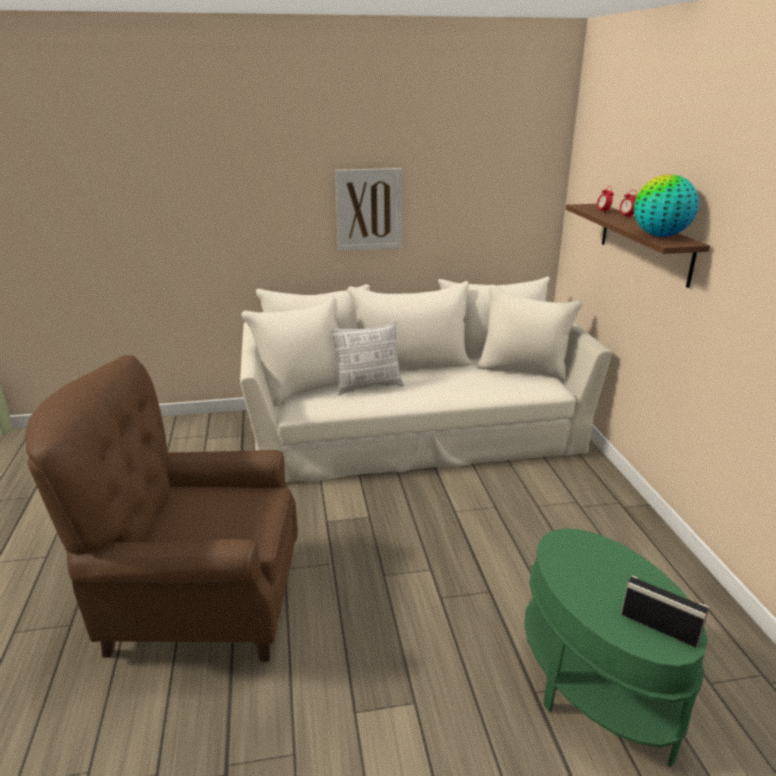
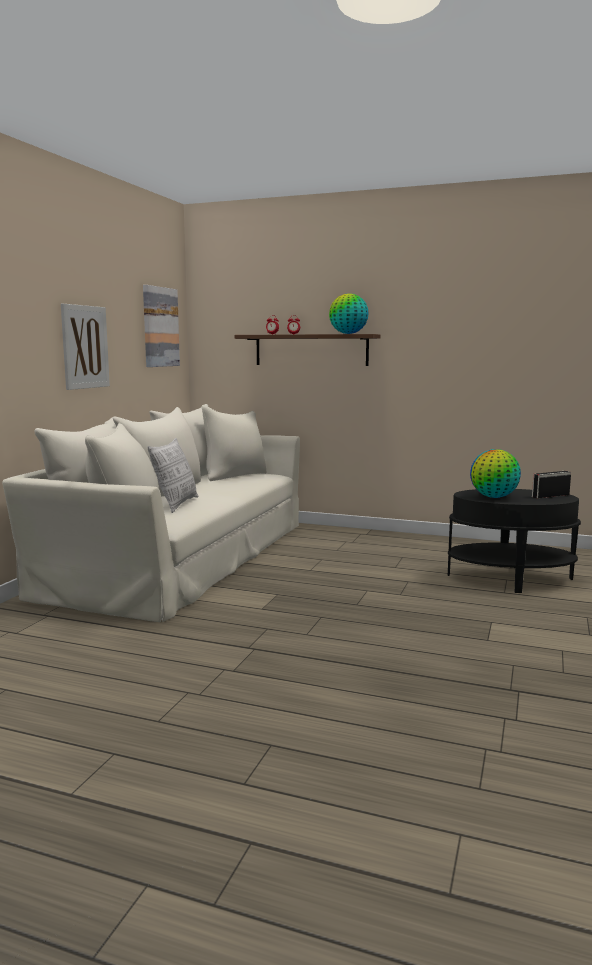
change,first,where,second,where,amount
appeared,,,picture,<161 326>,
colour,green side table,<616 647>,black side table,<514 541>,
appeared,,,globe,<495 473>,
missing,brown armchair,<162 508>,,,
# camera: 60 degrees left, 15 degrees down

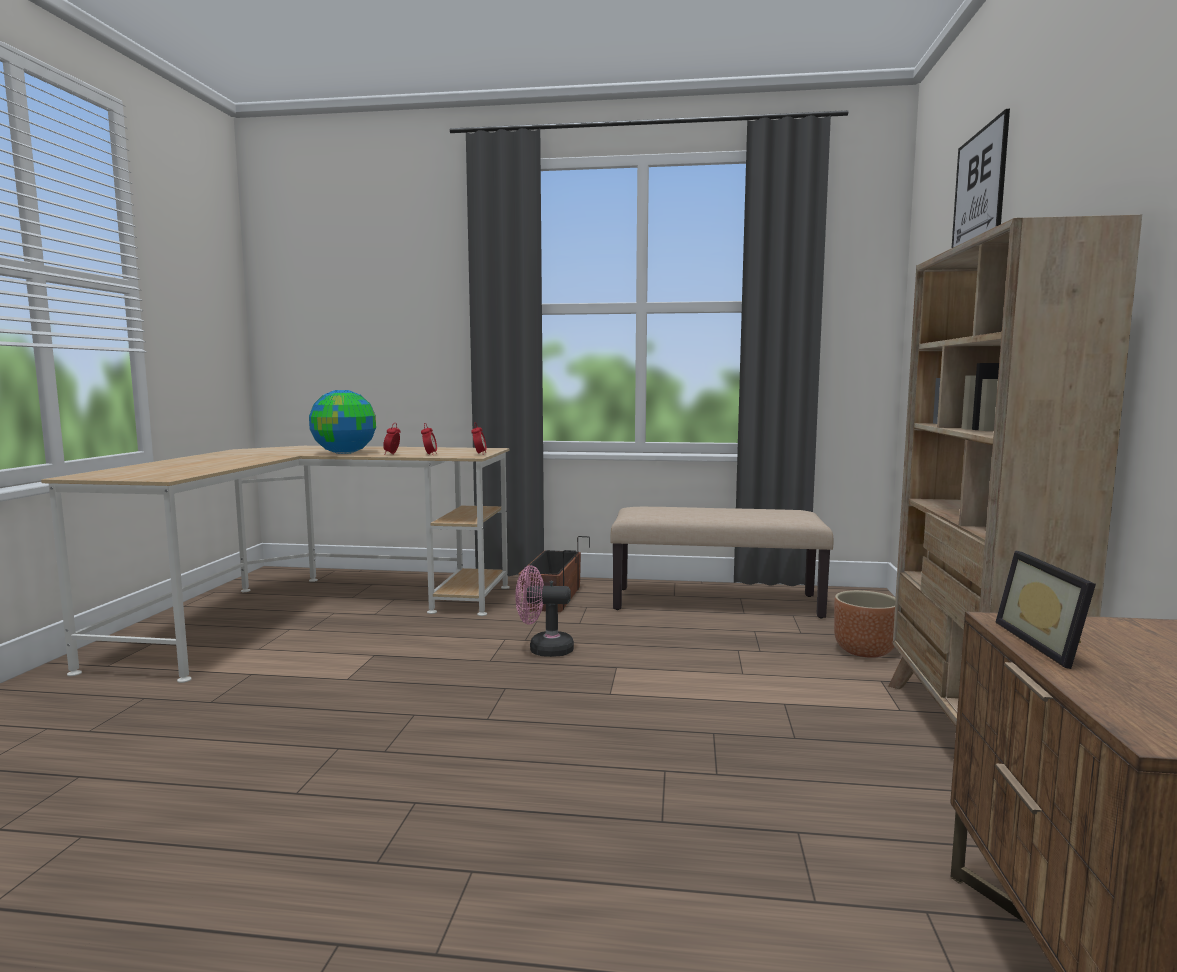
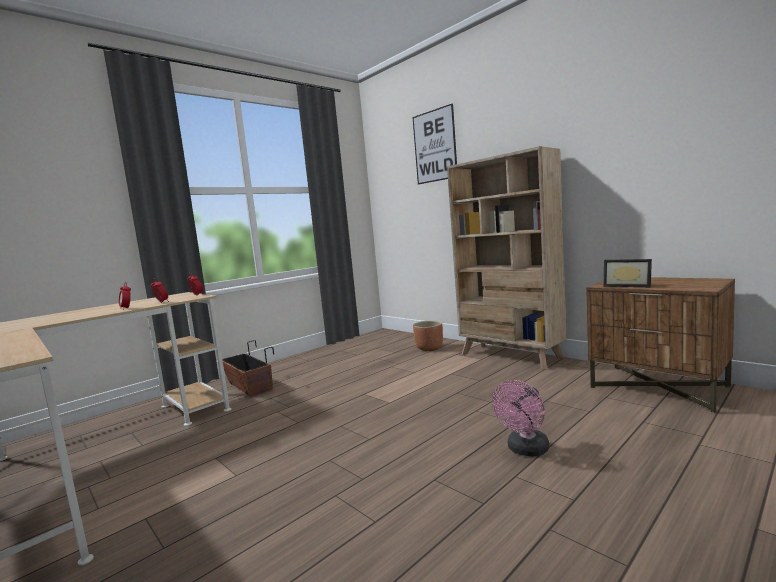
change,first,where,second,where,amount
relocated,pink fan,<544 611>,,<520 418>,
missing,globe,<342 422>,,,
missing,beige bench,<722 562>,,,
# camera: 50 degrees left, 0 degrees up

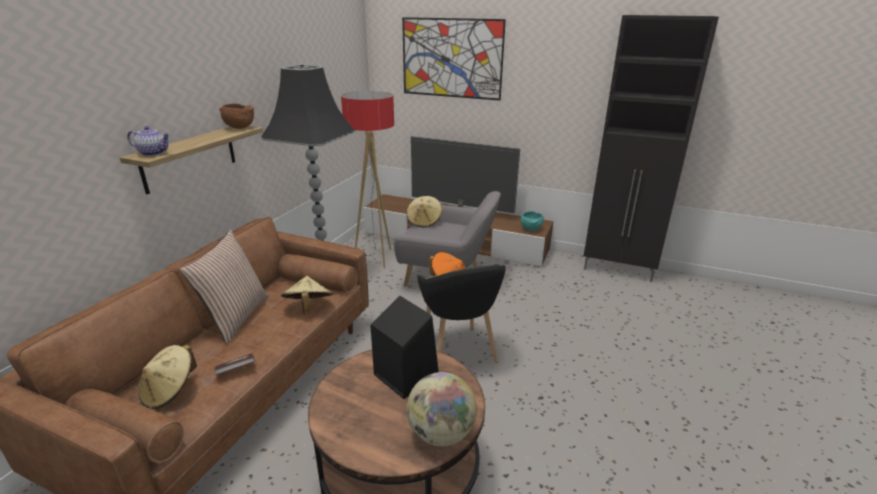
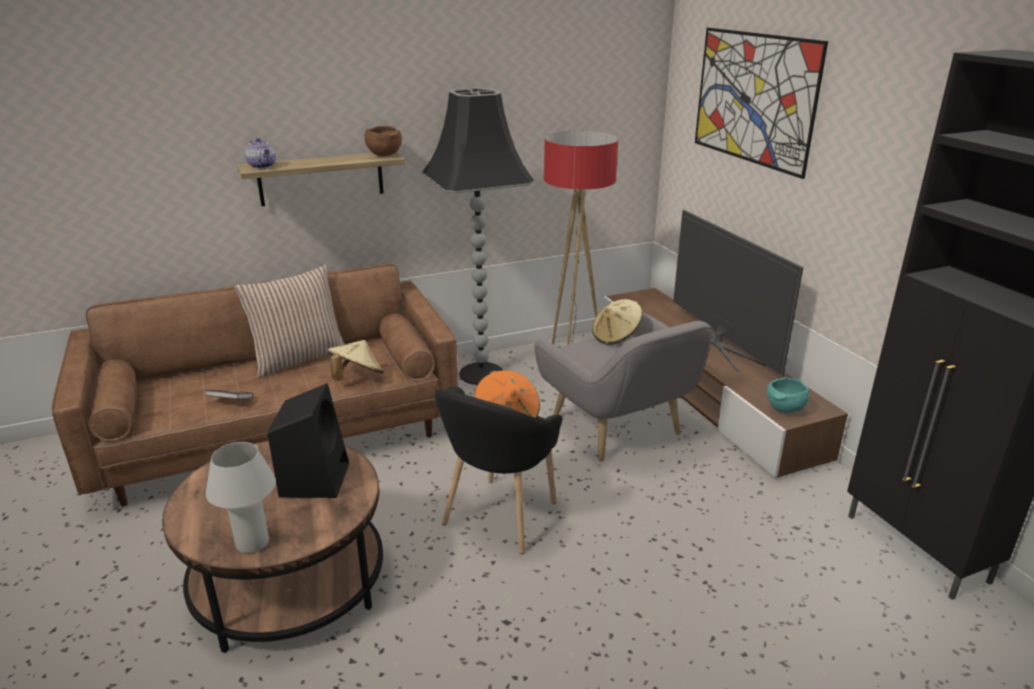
change,first,where,second,where,amount
exchanged,globe,<442 409>,white table lamp,<241 498>,
missing,beige hat,<167 377>,,,
# camera: 45 degrees right, 0 degrees up

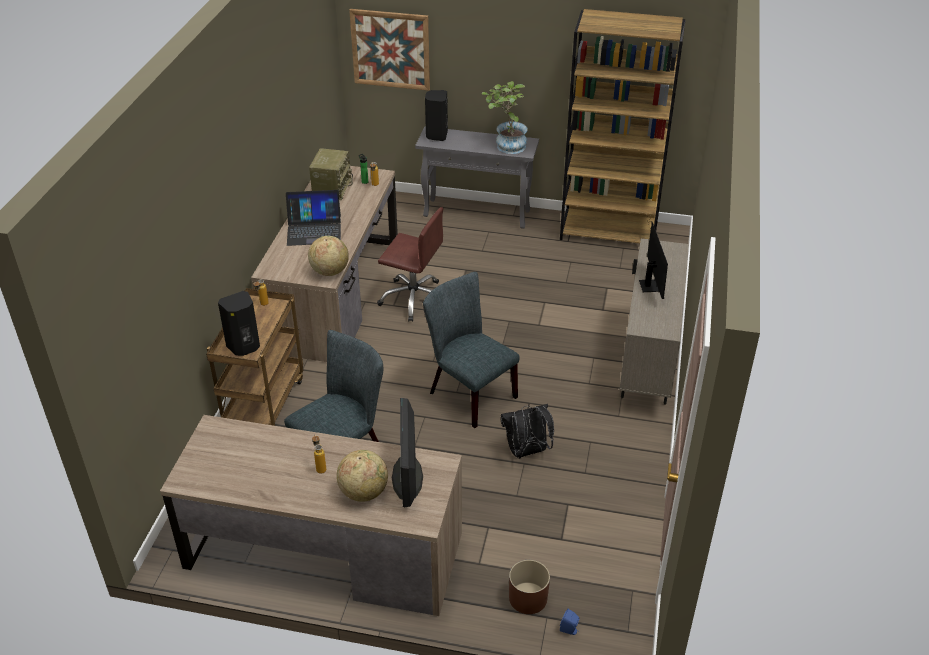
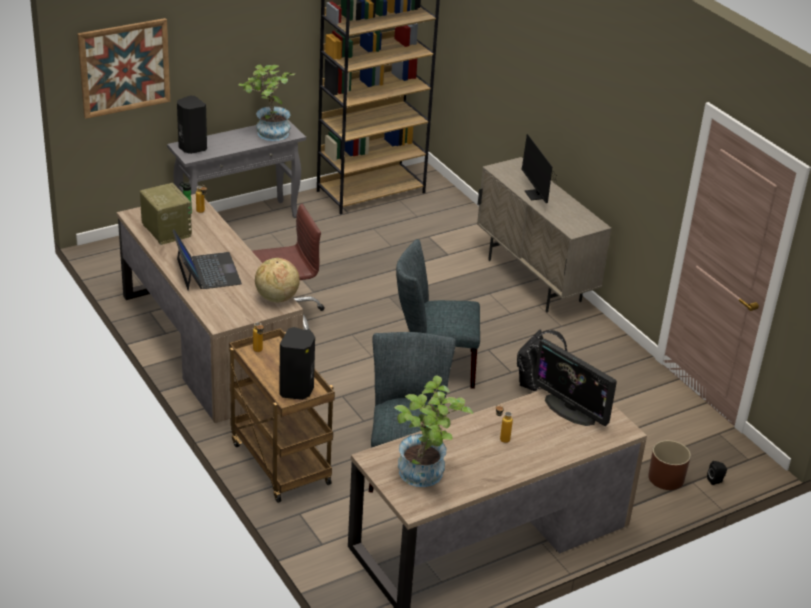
change,first,where,second,where,amount
spun,laptop,<313 218>,,<207 260>,60 degrees counterclockwise
appeared,,,potted plant,<433 431>,
spun,monitor,<653 258>,,<539 168>,150 degrees counterclockwise
colour,blue speaker,<569 622>,black speaker,<717 473>,
missing,globe,<362 476>,,,
# camera: 45 degrees left, 5 degrees down

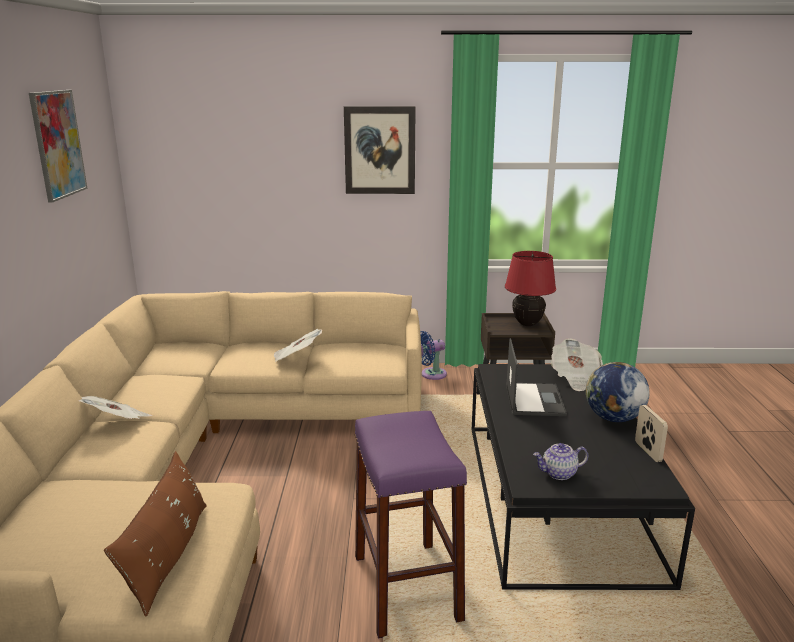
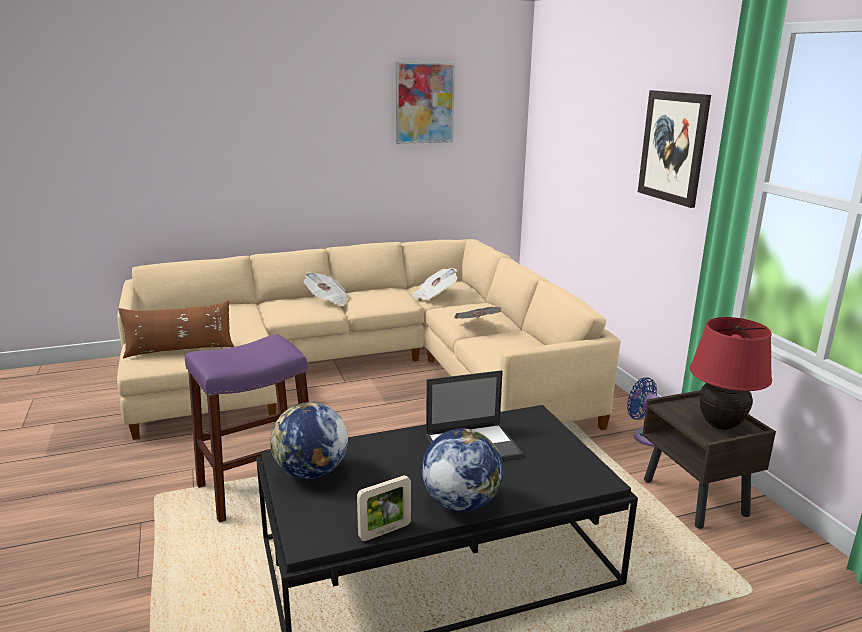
change,first,where,second,where,amount
exchanged,teapot,<560 461>,globe,<309 440>,
relocated,newspaper,<577 364>,,<435 284>,
# camera: 70 degrees right, 0 degrees up

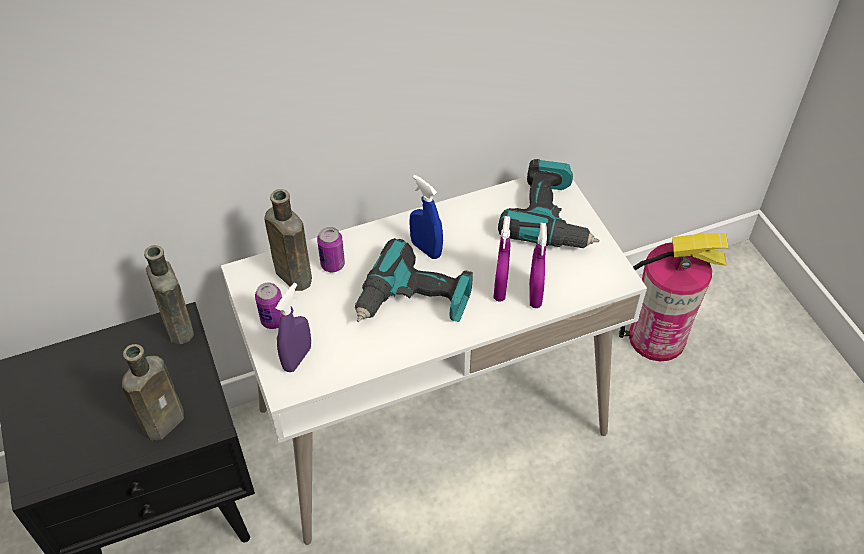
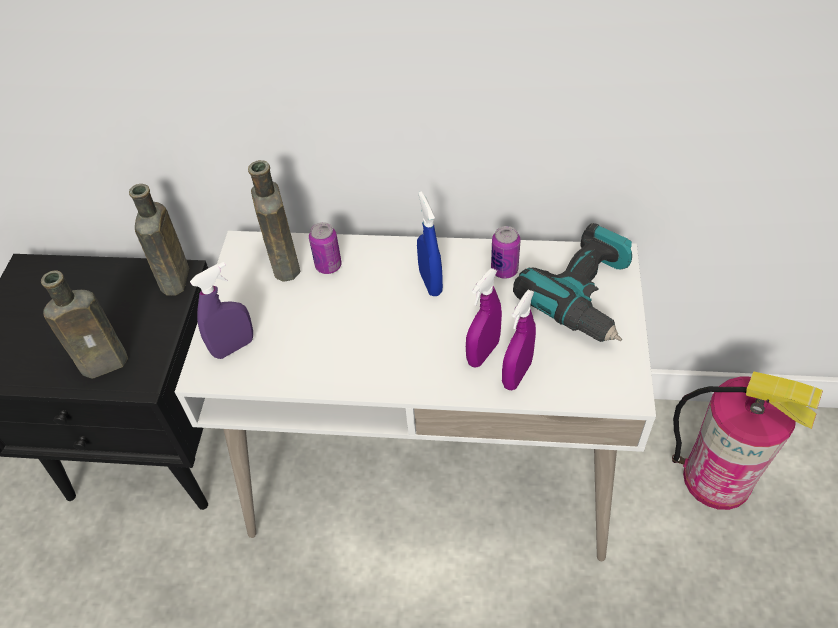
change,first,where,second,where,amount
relocated,can,<268 306>,,<506 252>,
missing,power drill,<414 280>,,,
# camera: 30 degrees right, 0 degrees up

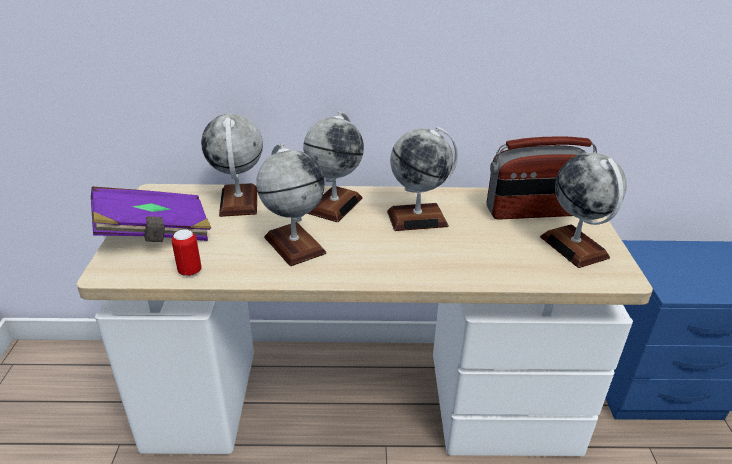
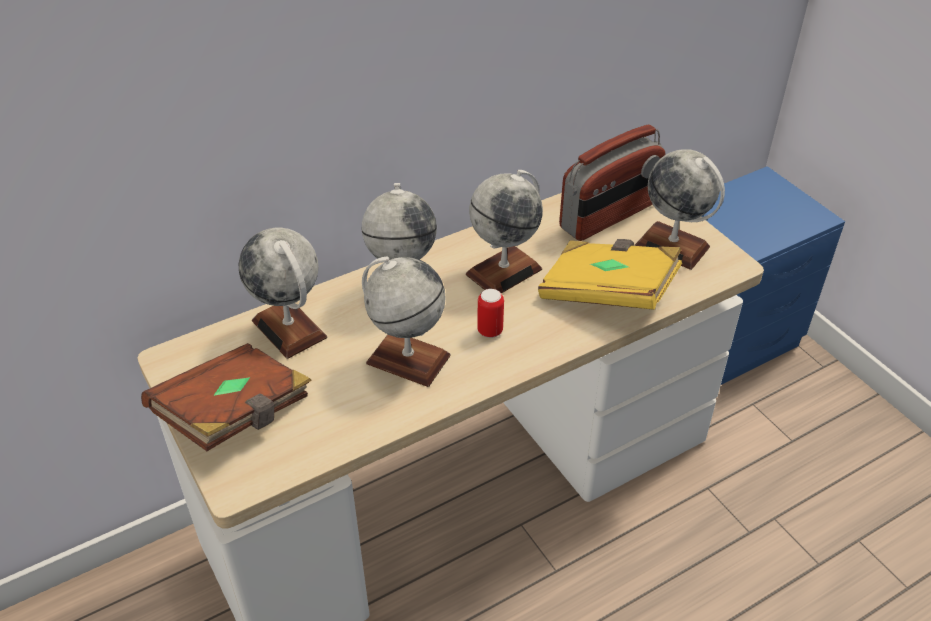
change,first,where,second,where,amount
colour,purple book,<151 214>,brown book,<226 397>,
relocated,can,<186 252>,,<490 313>,
appeared,,,yellow book,<610 274>,
# camera: 30 degrees left, 10 degrees up

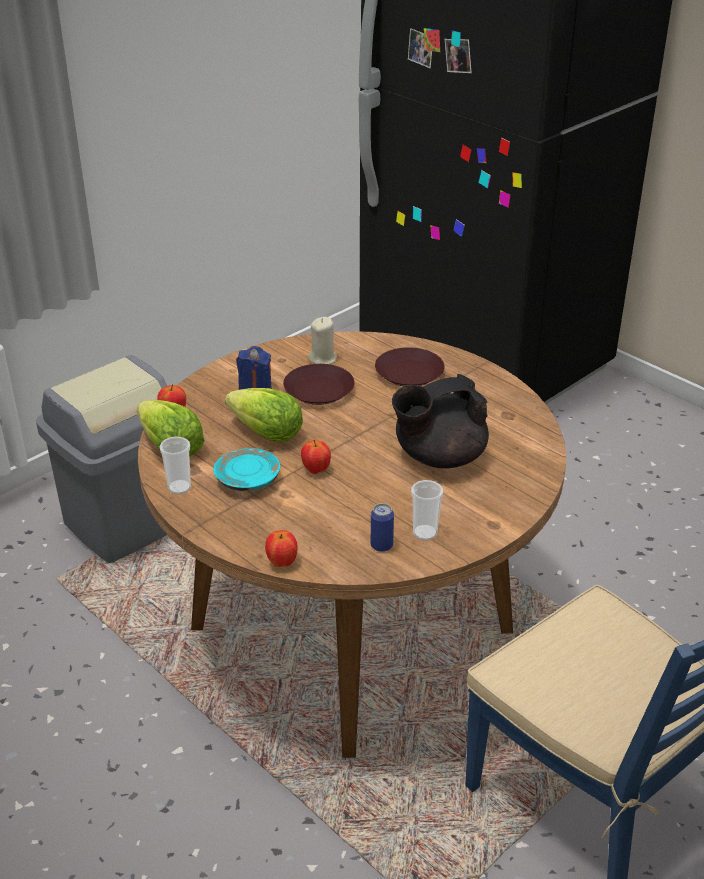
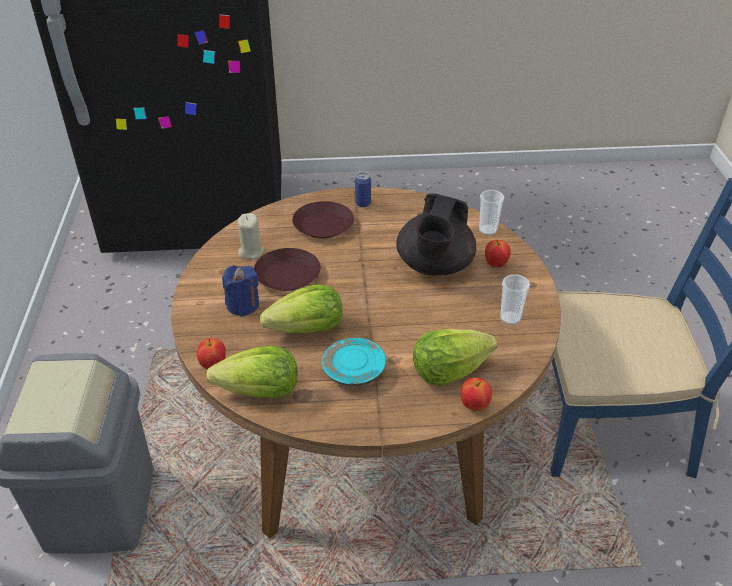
change,first,where,second,where,amount
relocated,can,<382 527>,,<363 189>,
appeared,,,lettuce,<455 357>,
relocated,cup,<175 465>,,<491 212>,
relocated,apple,<316 457>,,<498 254>,
# camera: 50 degrees left, 5 degrees up

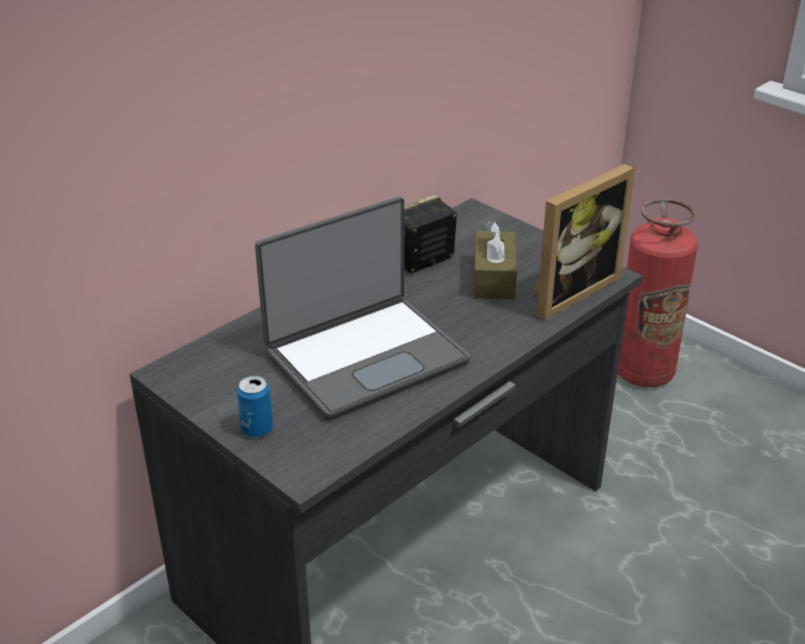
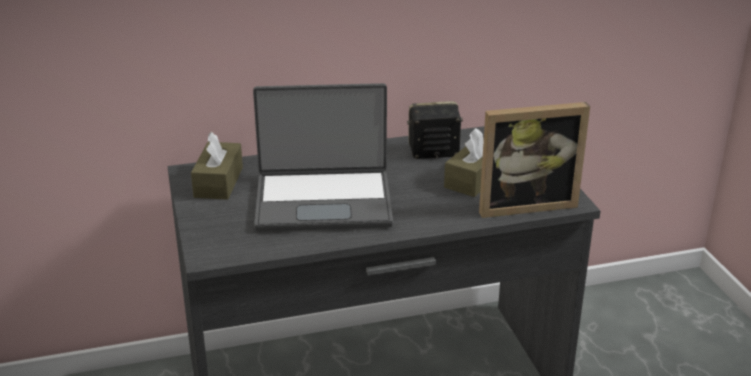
change,first,where,second,where,amount
appeared,,,brown tissue box,<217 165>,
missing,can,<255 407>,,,
missing,fire extinguisher,<658 292>,,,
# camera: 30 degrees right, 5 degrees down

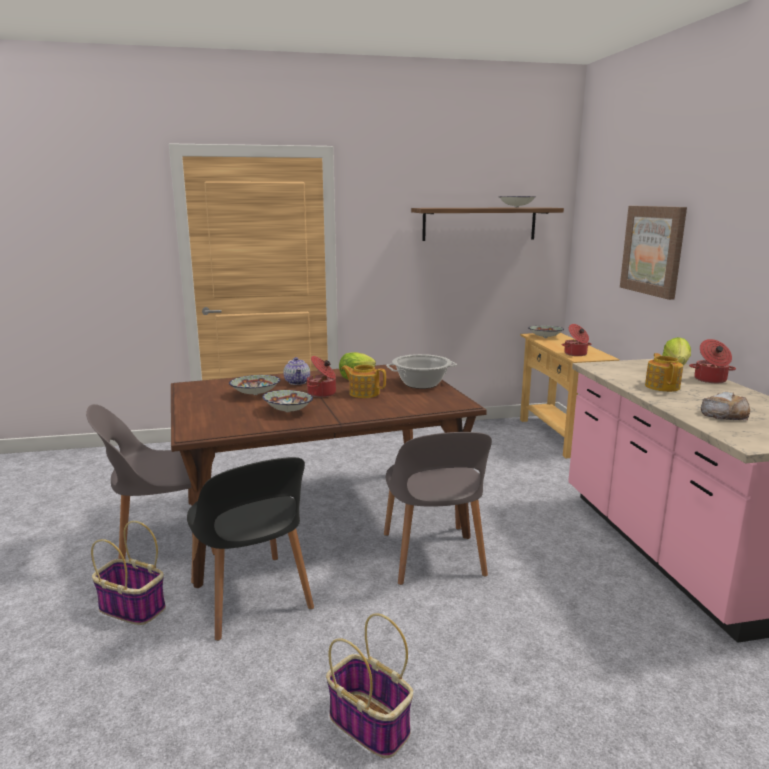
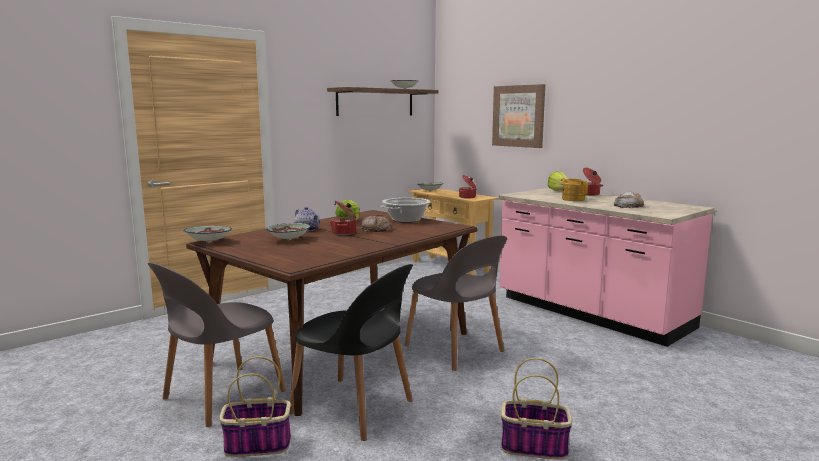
change,first,where,second,where,amount
relocated,bowl,<287 401>,,<207 234>,
exchanged,teapot,<363 381>,bread,<376 223>,
# camera: 30 degrees left, 5 degrees down

